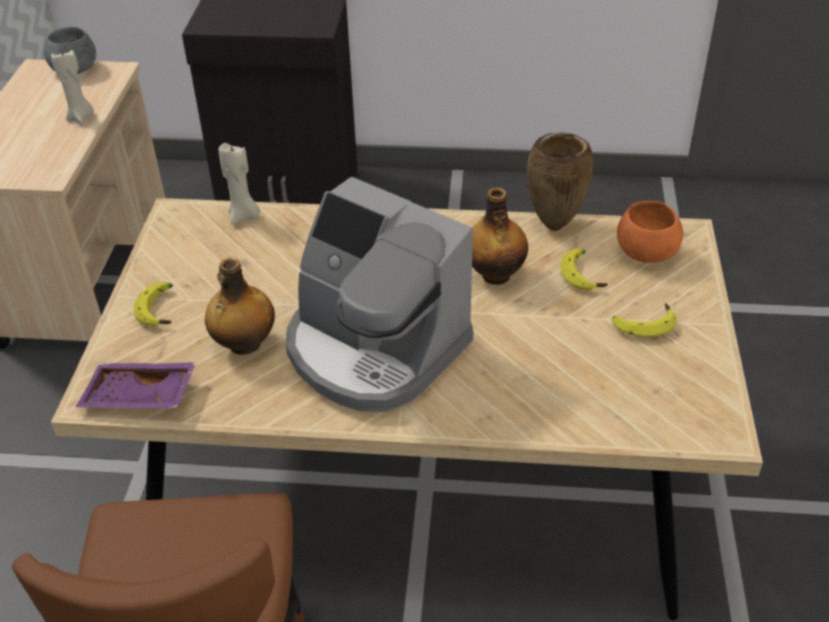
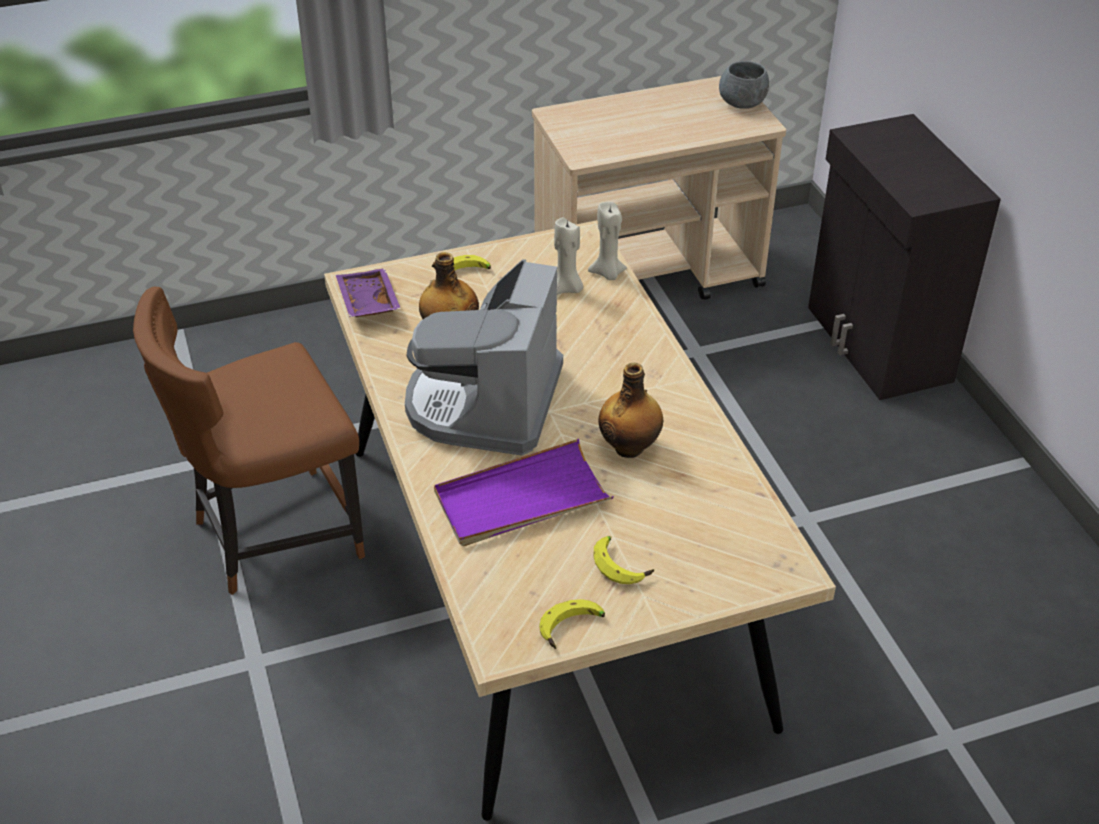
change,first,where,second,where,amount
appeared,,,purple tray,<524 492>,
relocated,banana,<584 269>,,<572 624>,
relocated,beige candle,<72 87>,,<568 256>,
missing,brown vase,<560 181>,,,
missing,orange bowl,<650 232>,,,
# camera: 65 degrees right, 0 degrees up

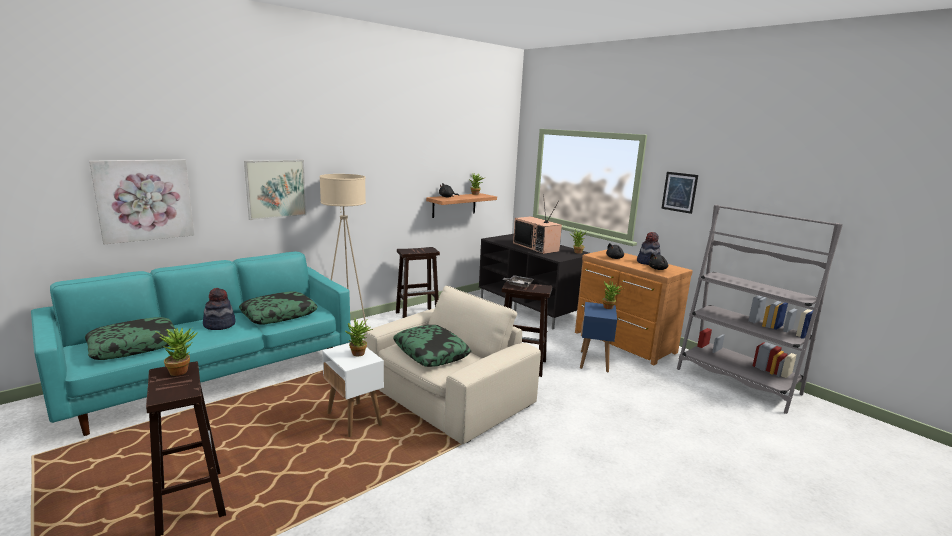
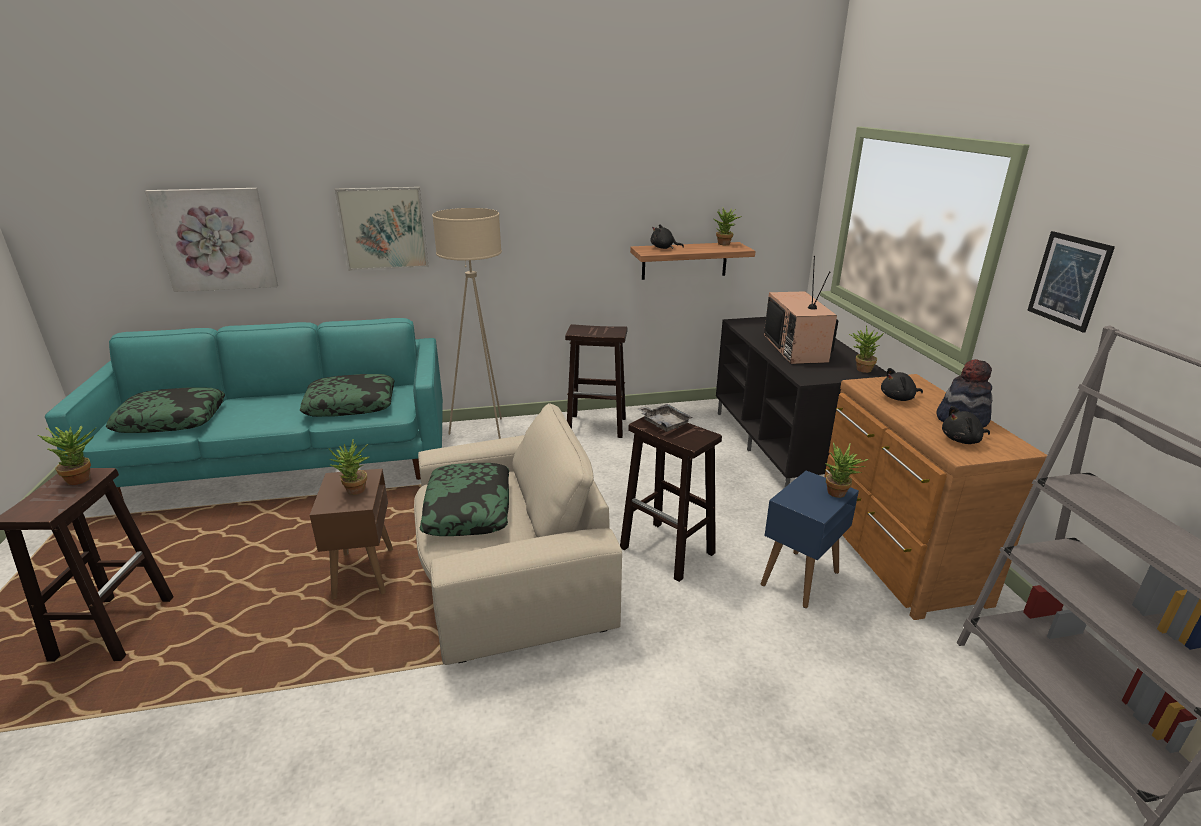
change,first,where,second,where,amount
colour,white side table,<353 390>,brown side table,<351 534>,
missing,hat,<219 309>,,,
# camera: 30 degrees right, 10 degrees up

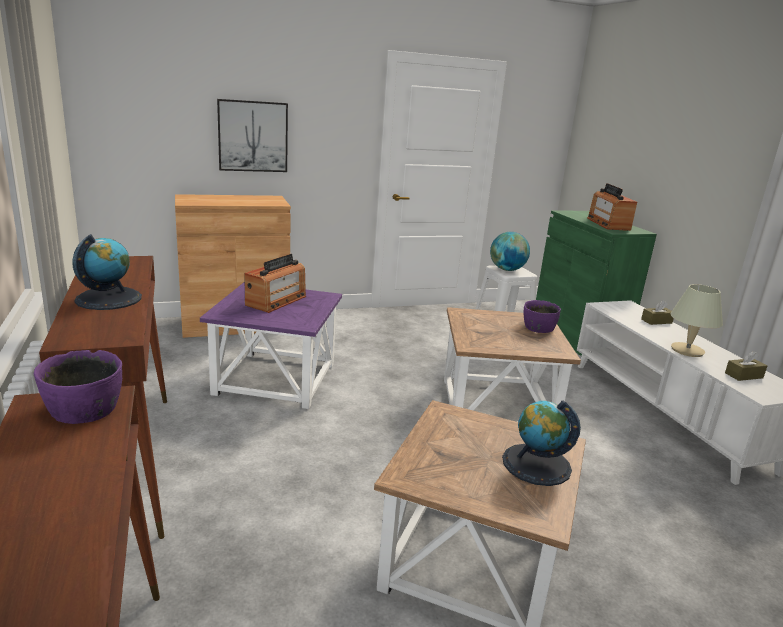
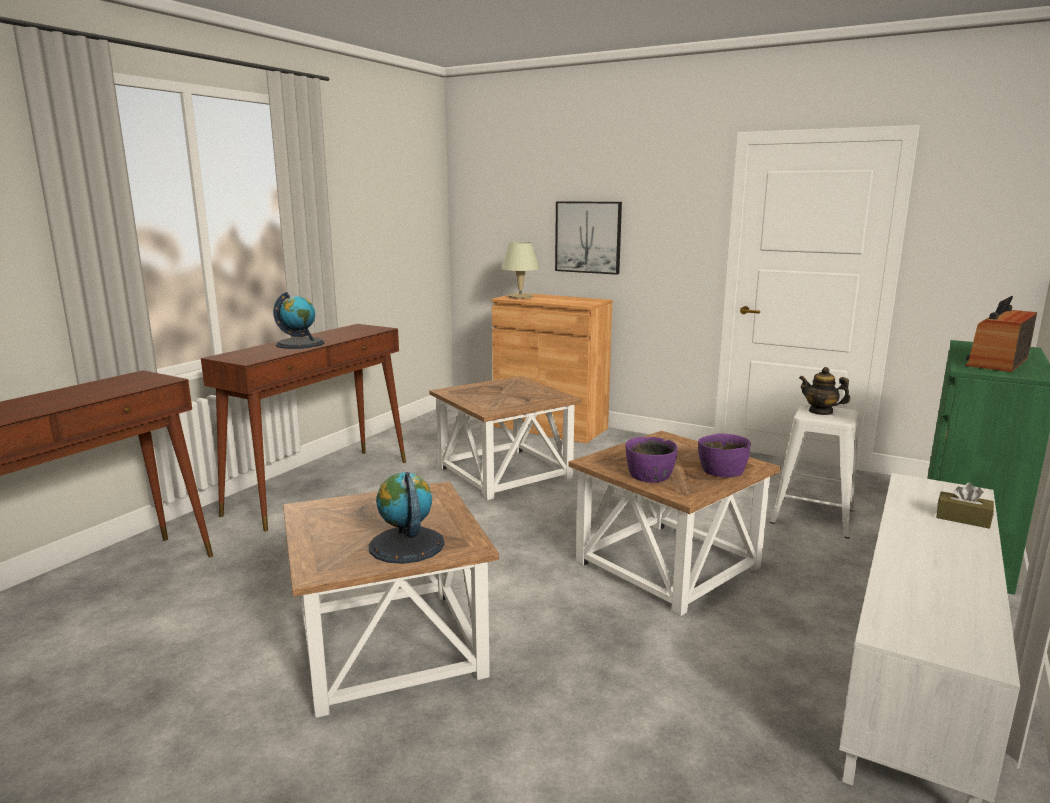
change,first,where,second,where,amount
colour,purple side table,<271 345>,brown side table,<506 438>,
relocated,beige table lamp,<697 320>,,<520 270>,
relocated,purple bowl,<78 387>,,<651 460>,
exchanged,globe,<510 251>,teapot,<824 391>,
missing,radio,<275 283>,,,
missing,brown tissue box,<746 366>,,,
# camera: 50 degrees right, 5 degrees down

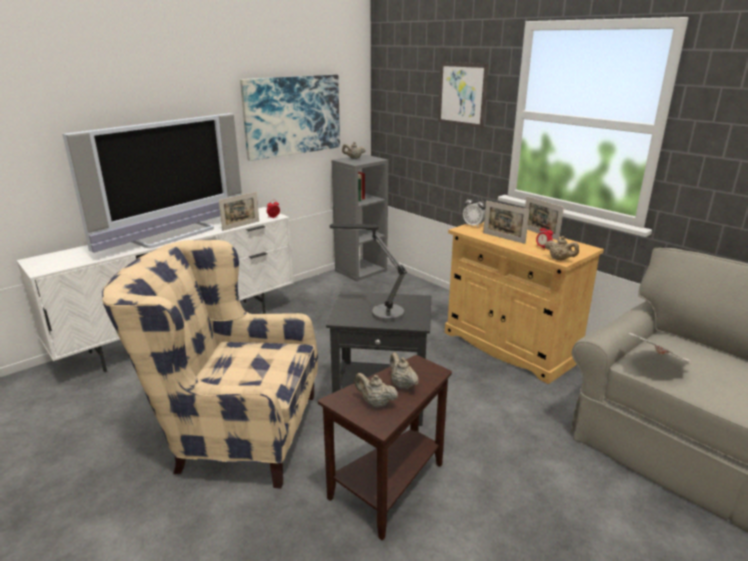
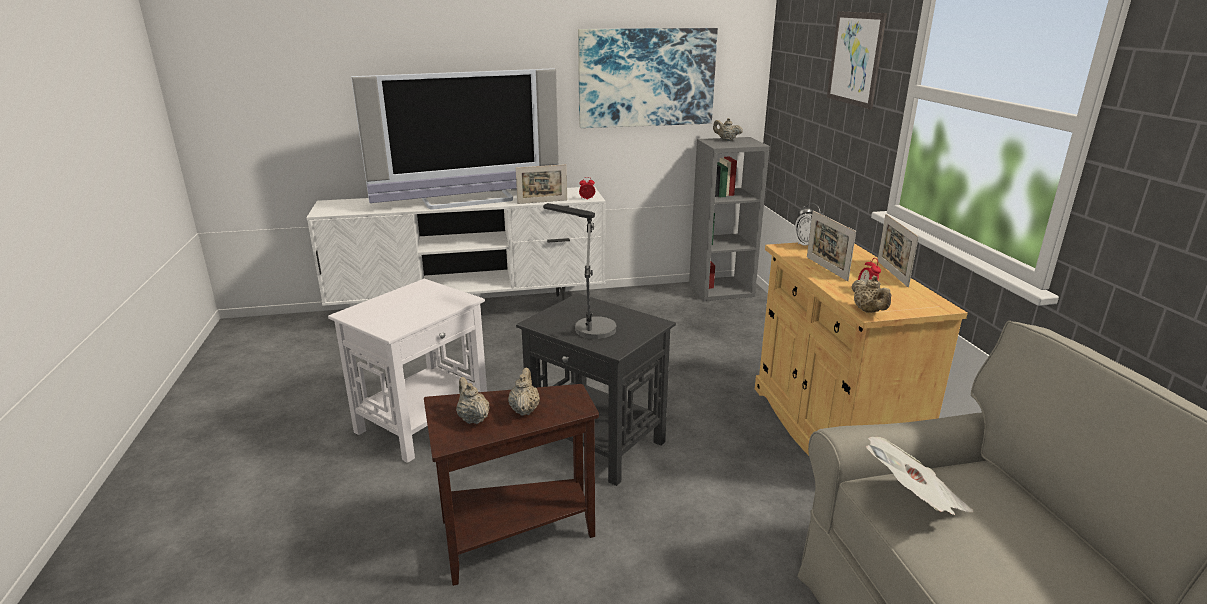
change,first,where,second,where,amount
exchanged,beige armchair,<210 364>,white side table,<407 371>,
# camera: 30 degrees right, 0 degrees up

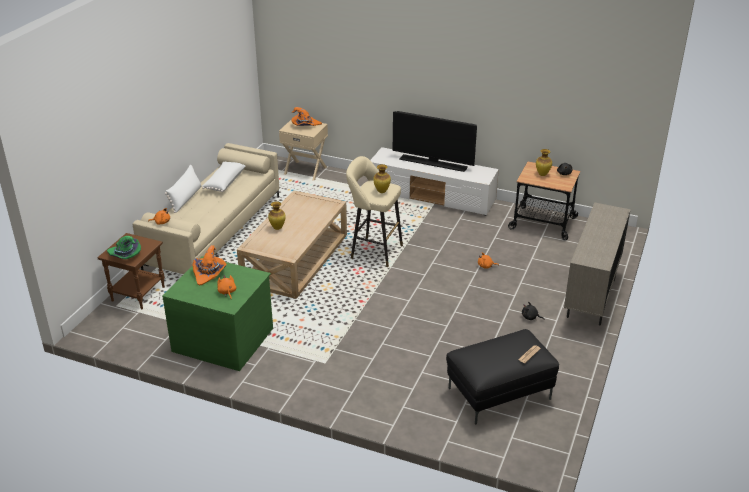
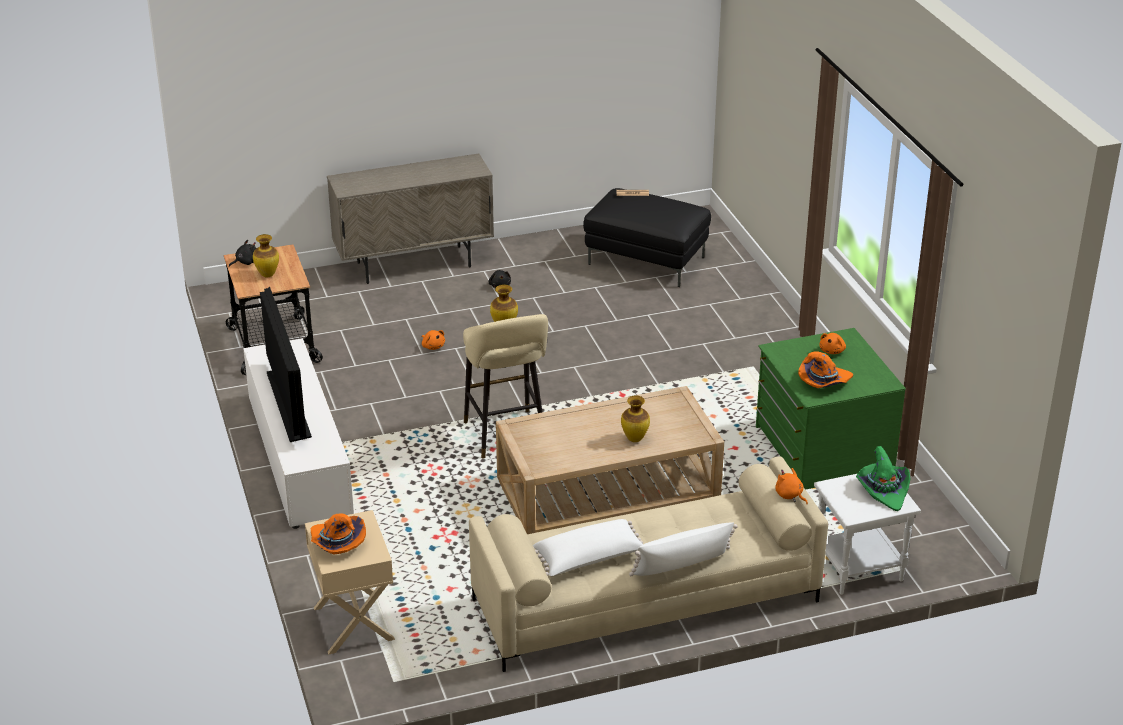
change,first,where,second,where,amount
colour,brown side table,<131 271>,white side table,<867 534>,
# camera: 130 degrees left, 0 degrees up

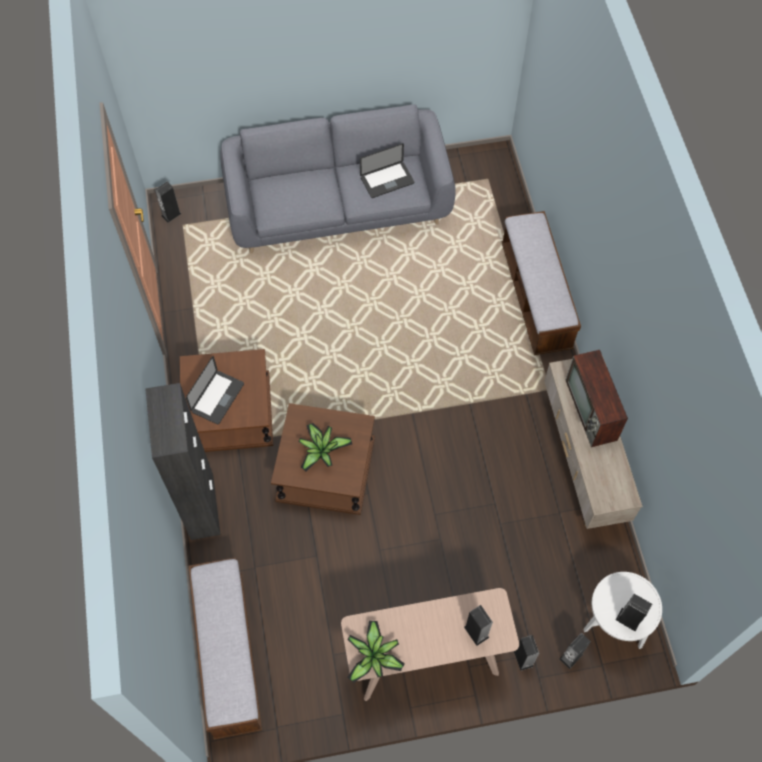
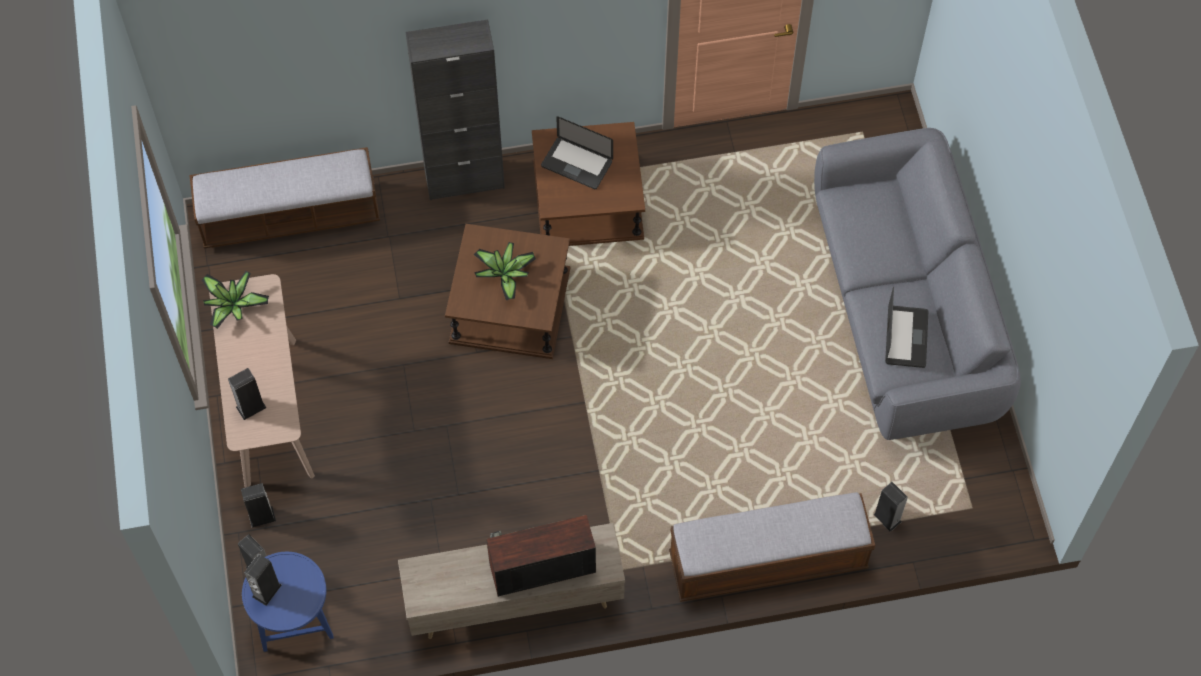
change,first,where,second,where,amount
colour,white side table,<622 610>,blue side table,<288 602>,
relocated,speaker,<168 202>,,<891 507>,
spun,laptop,<387 170>,,<906 327>,150 degrees counterclockwise
# camera: 90 degrees right, 0 degrees up

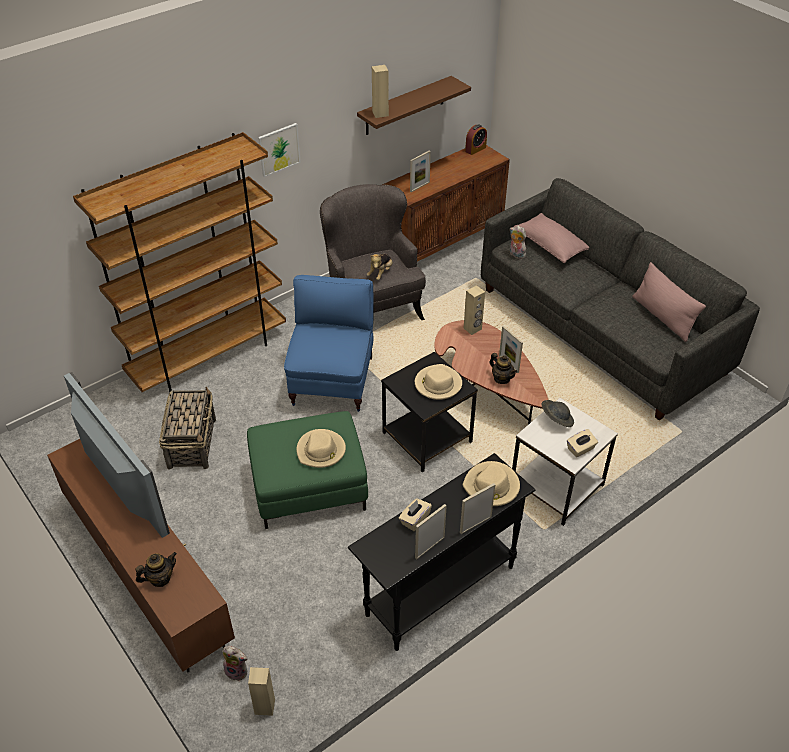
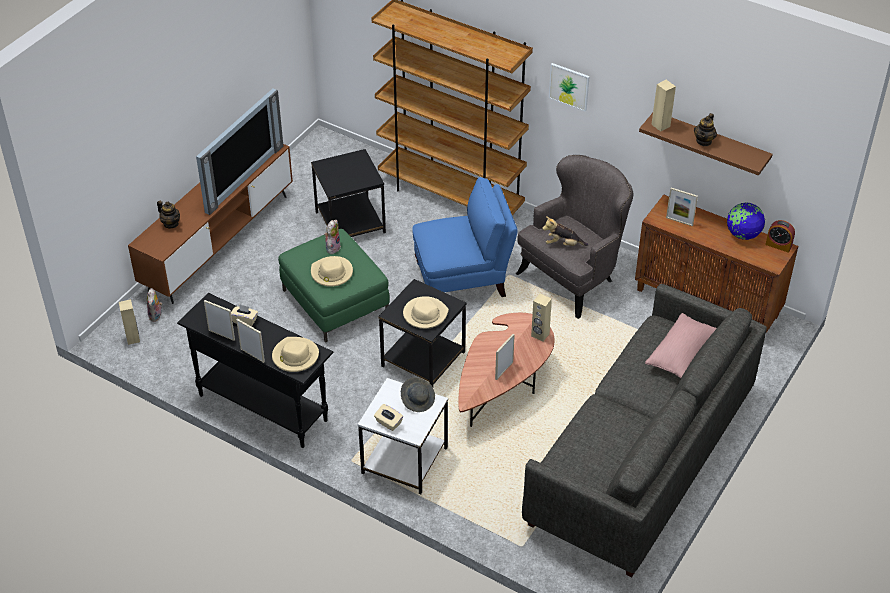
change,first,where,second,where,amount
exchanged,basket,<187 428>,black side table,<348 193>,
relocated,plush toy,<518 242>,,<332 237>,
relocated,teapot,<503 368>,,<705 129>,
appeared,,,globe,<746 221>,
missing,pink pillow,<669 302>,,,
# camera: 70 degrees right, 0 degrees up

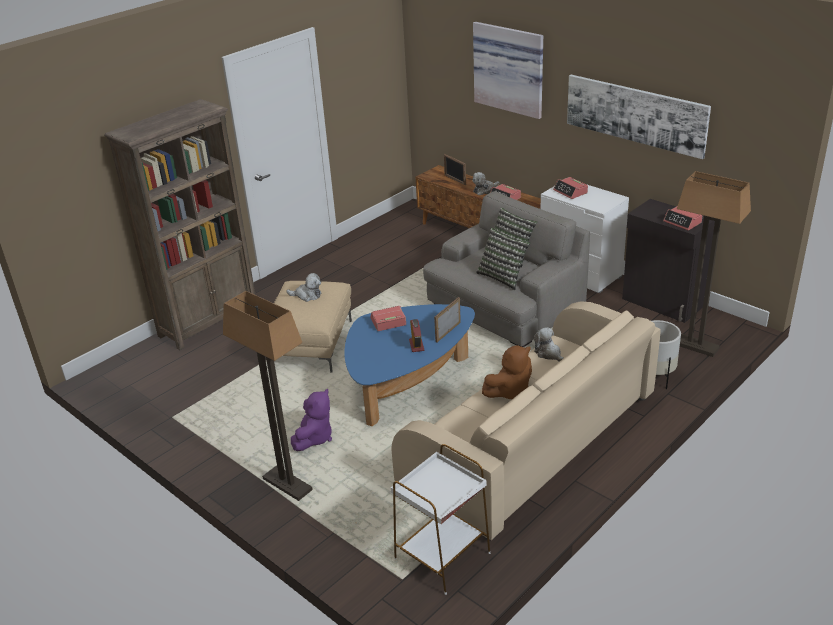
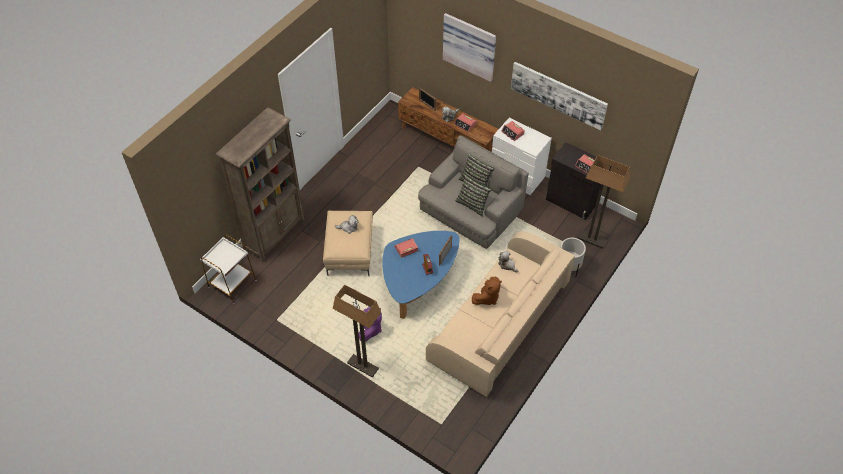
change,first,where,second,where,amount
relocated,white side table,<440 519>,,<228 269>,
# camera: 10 degrees left, 20 degrees up

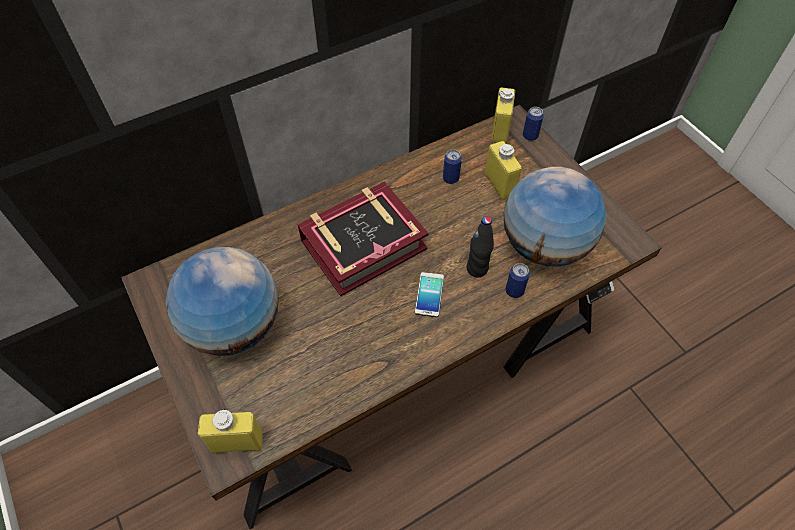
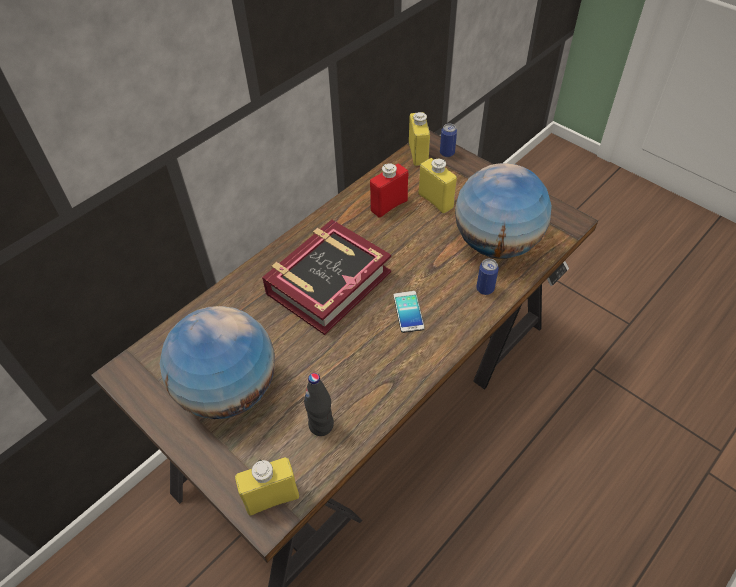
change,first,where,second,where,amount
relocated,black bottle,<480 246>,,<319 404>,
exchanged,can,<452 166>,red bottle,<389 190>,
# camera: 15 degrees left, 5 degrees down

